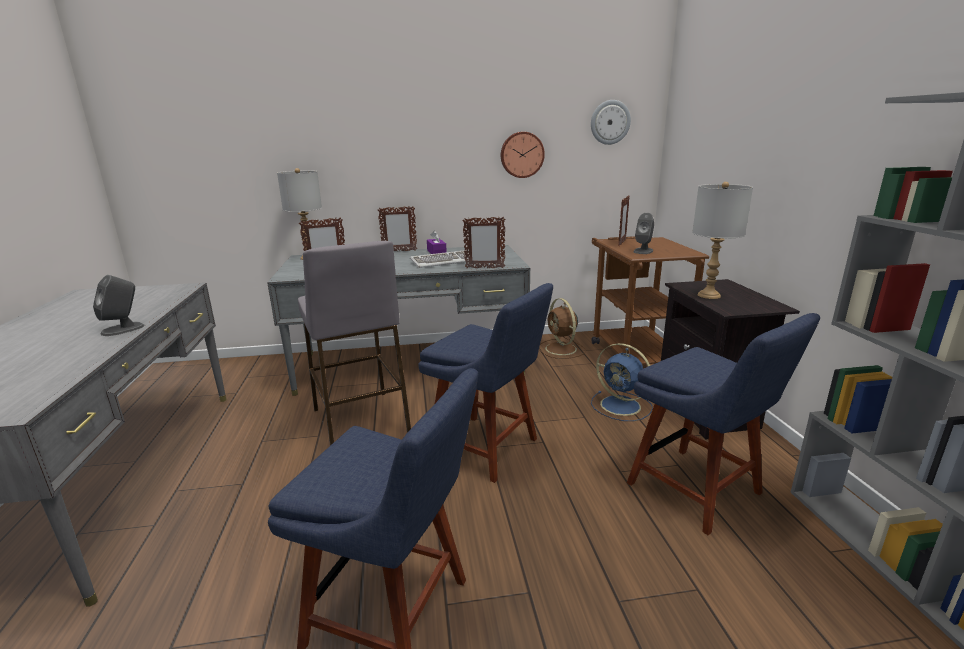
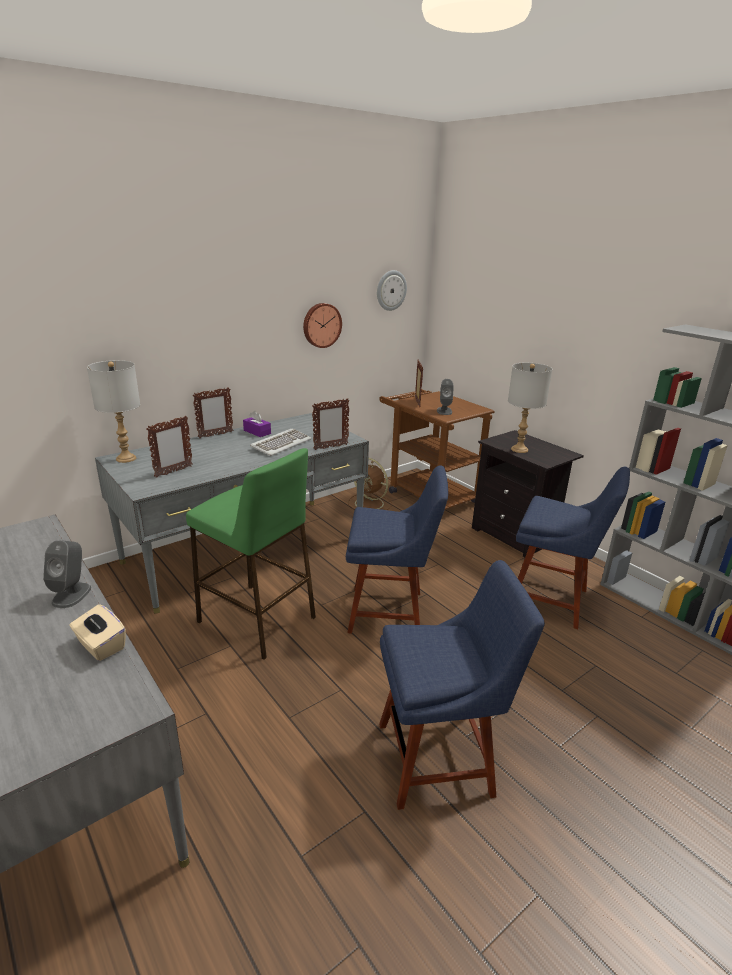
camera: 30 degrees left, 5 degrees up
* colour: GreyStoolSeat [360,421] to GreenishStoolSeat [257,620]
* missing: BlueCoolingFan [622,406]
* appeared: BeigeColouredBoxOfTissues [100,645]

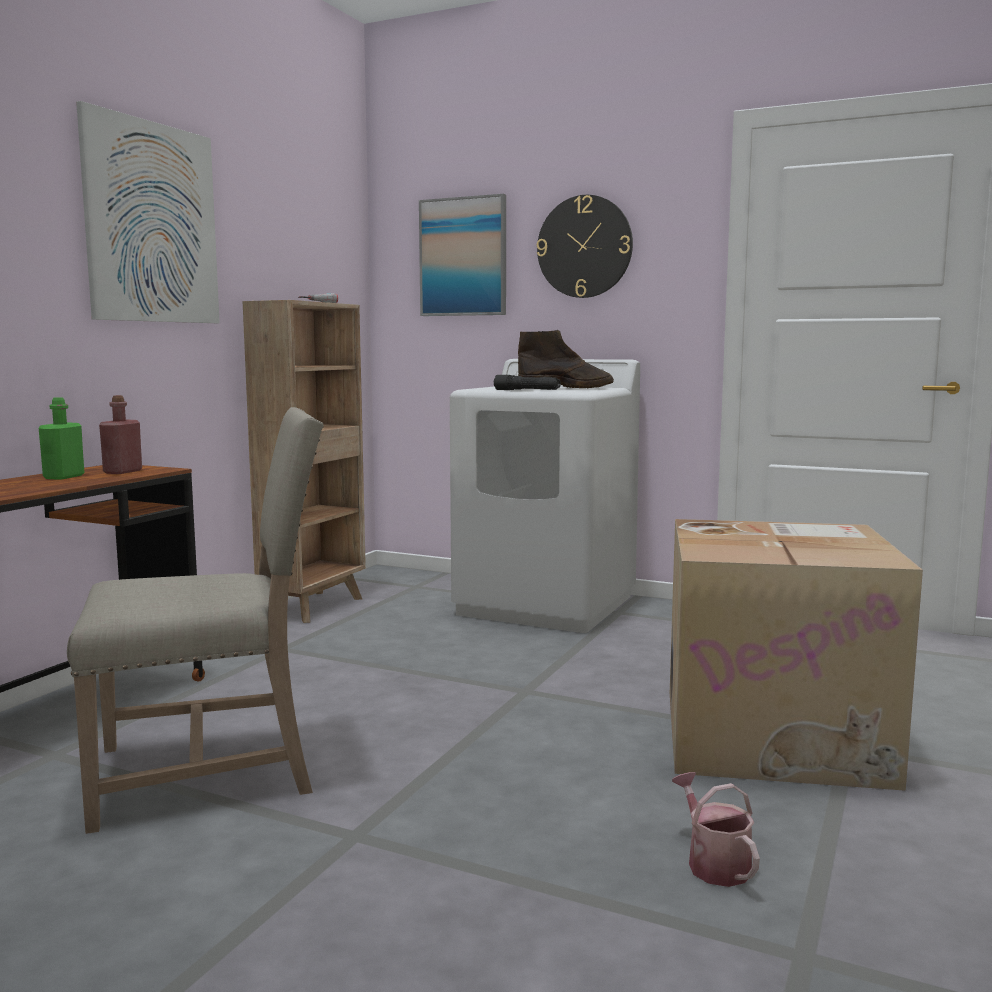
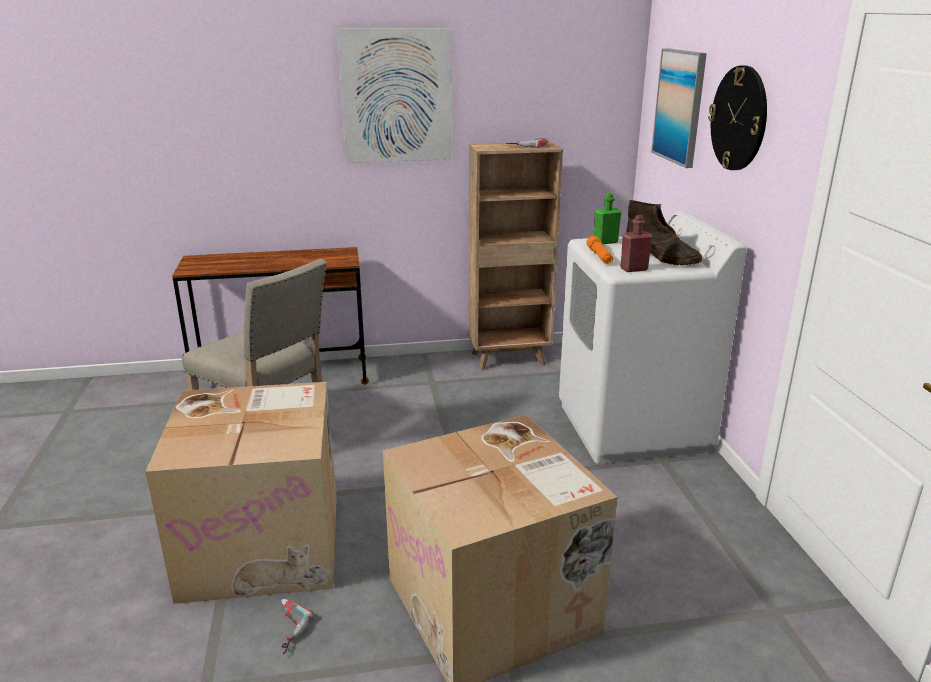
camera: 55 degrees right, 15 degrees up
* colour: BlackTorch [527,390] to OrangeTorch [599,256]
* relocated: RedBeverageBottle [122,471] to [634,269]
* relocated: GreenishBeverageBottle [64,477] to [605,242]
* exchanged: WateringCan [714,863] to PowerDrill [284,628]
* appeared: CardboardBox [265,543]

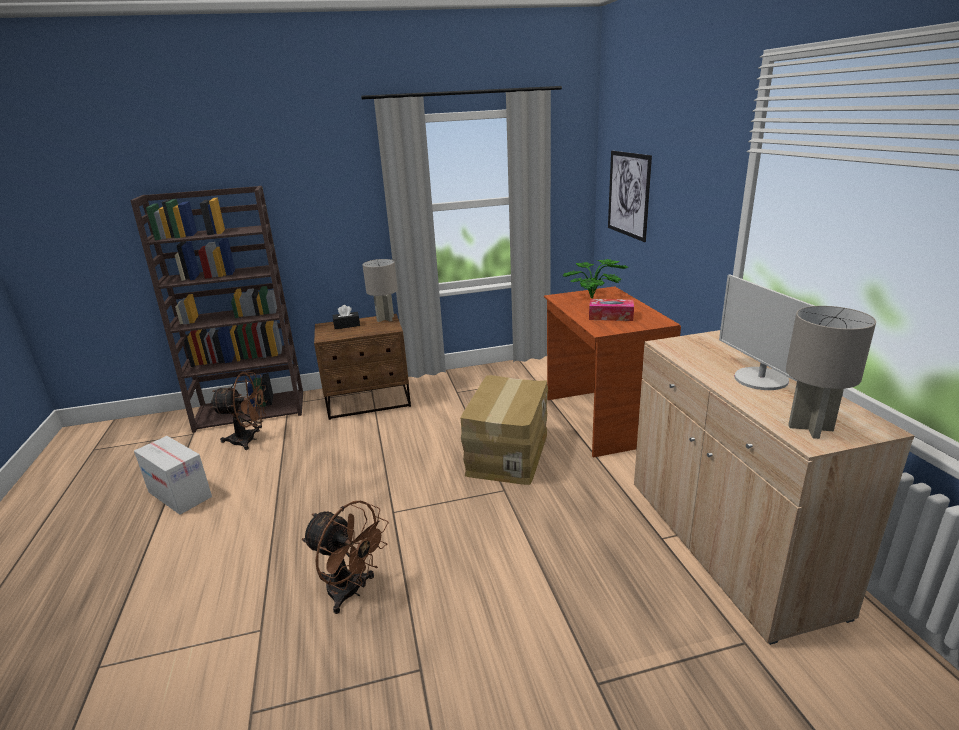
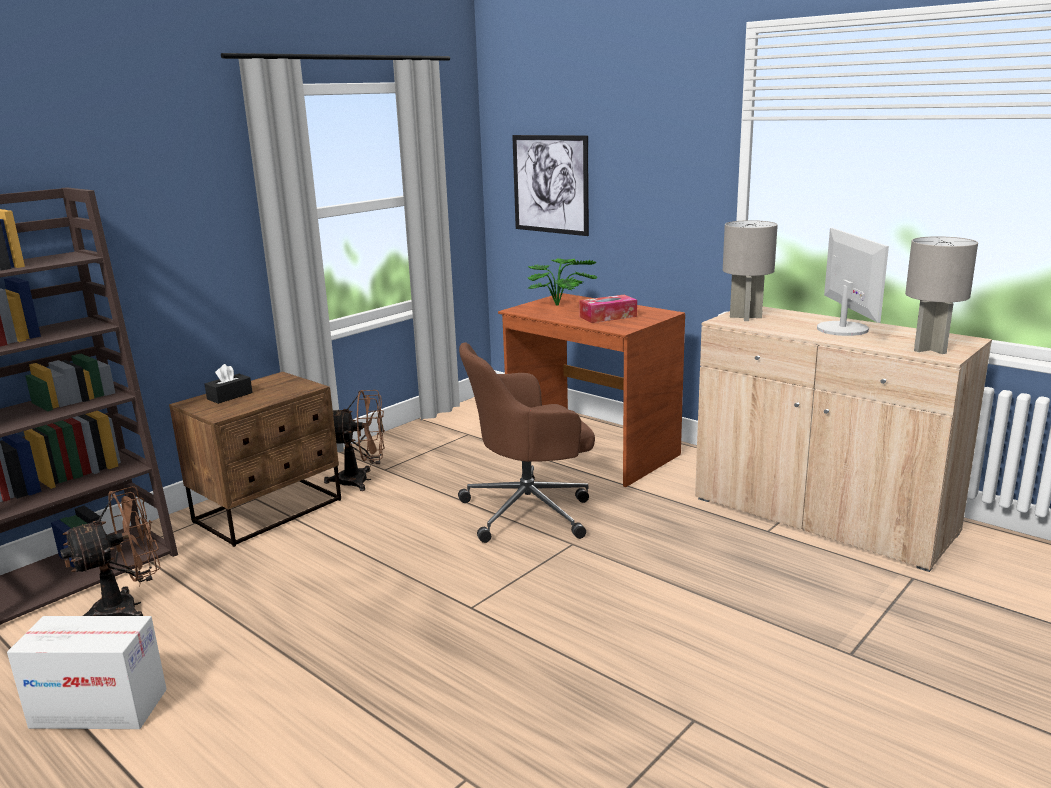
camera: 35 degrees left, 5 degrees down
* relocated: GreyLampForATable [386,319] to [746,317]
* spun: ComputerScreen [760,379] = [843,329] 135 degrees counterclockwise
* exchanged: CardboardBox [506,453] to BrownOfficeChair [530,511]
* relocated: BrownCoolingFan [351,592] to [361,480]

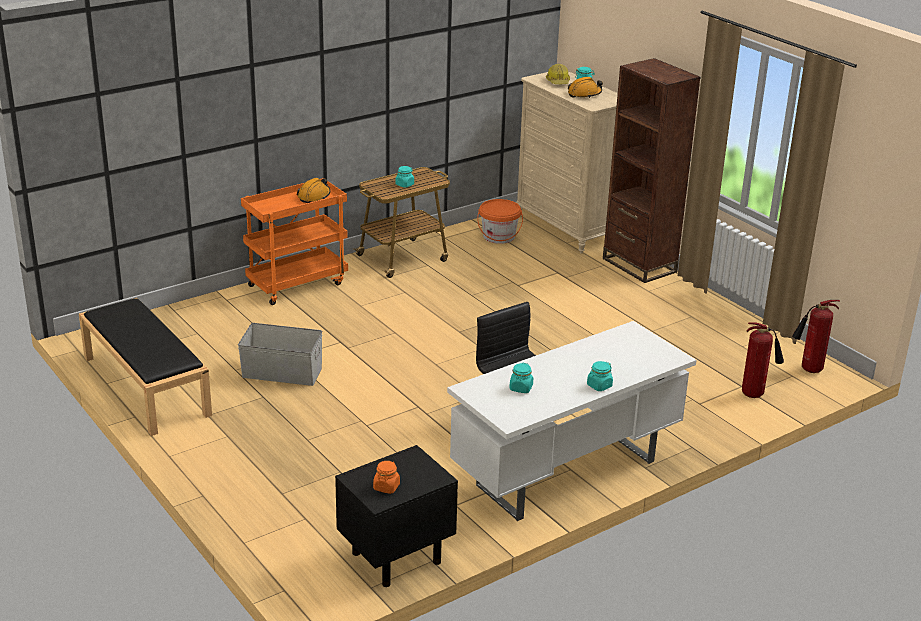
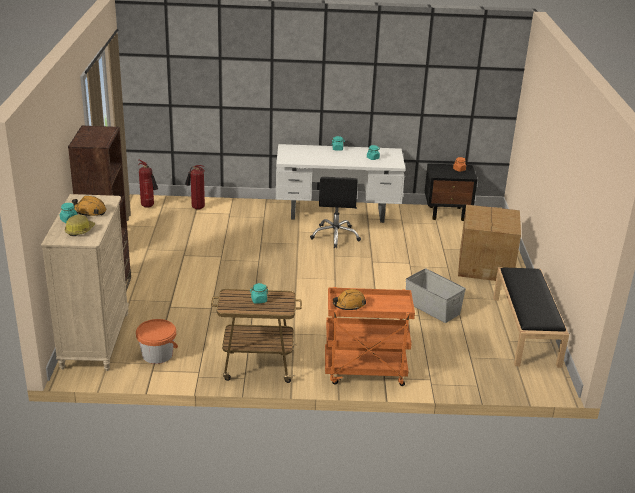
camera: 145 degrees left, 0 degrees up
* appeared: CardboardBox [486,265]

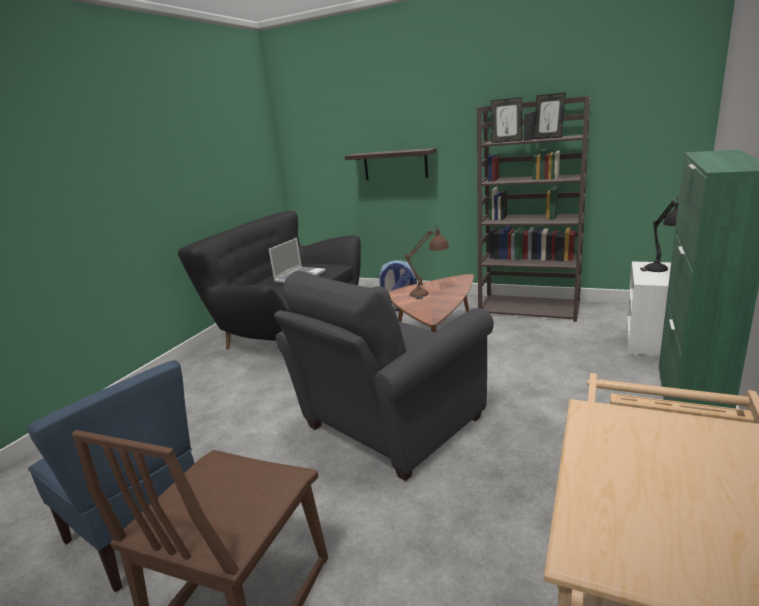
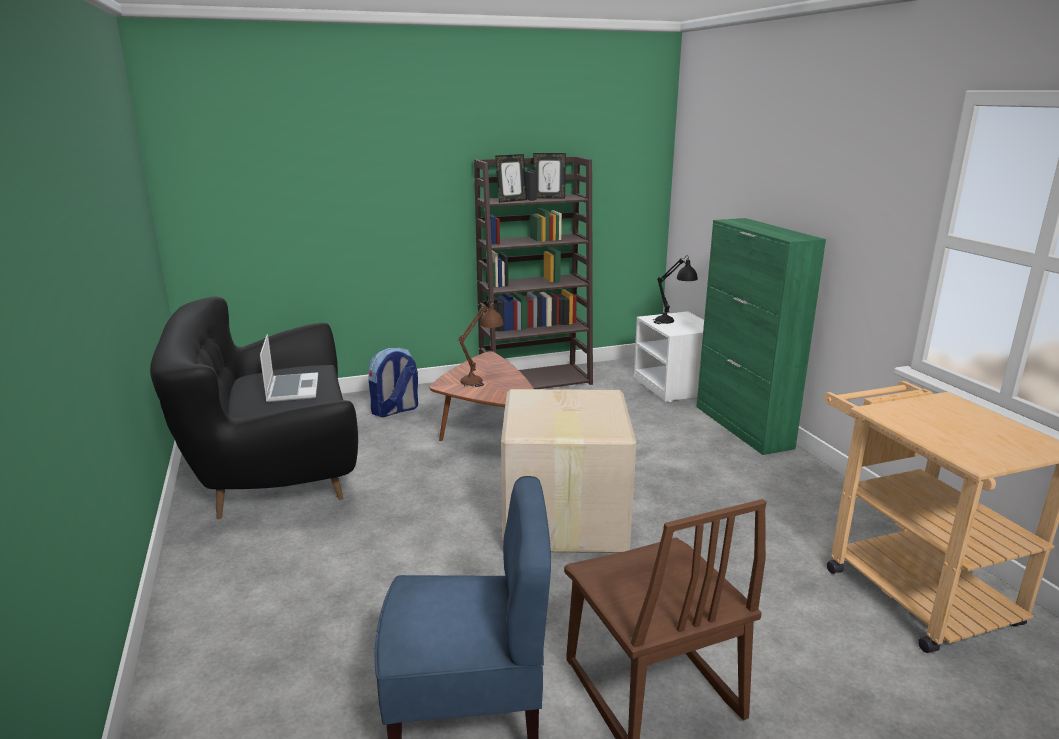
camera: 45 degrees left, 0 degrees up
* missing: BracketShelf [395,164]
* exchanged: GreyEasyChair [388,425] to CardboardBox [562,520]

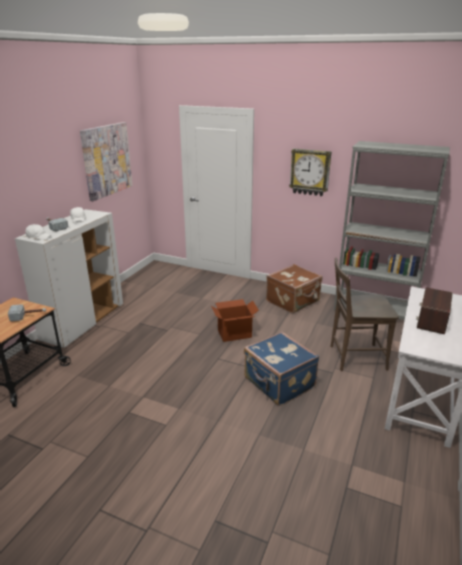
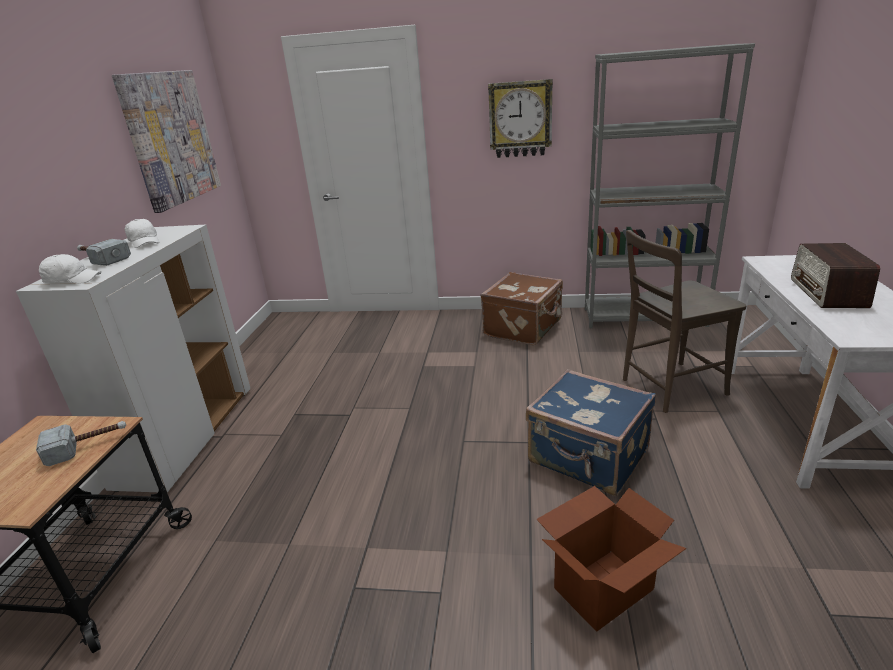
camera: 15 degrees left, 0 degrees up
* relocated: CardboardBox [234,333] to [602,588]

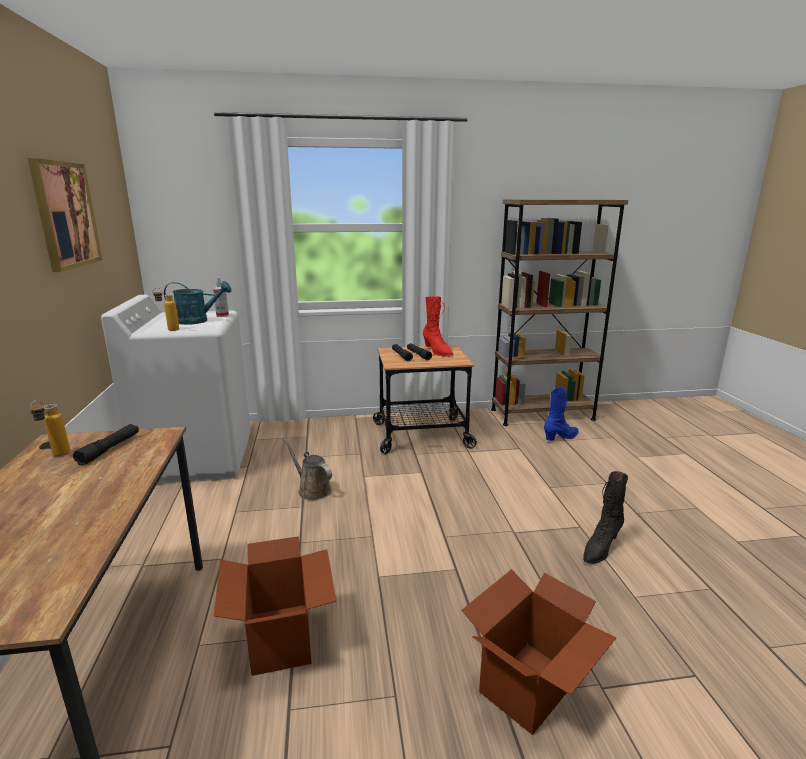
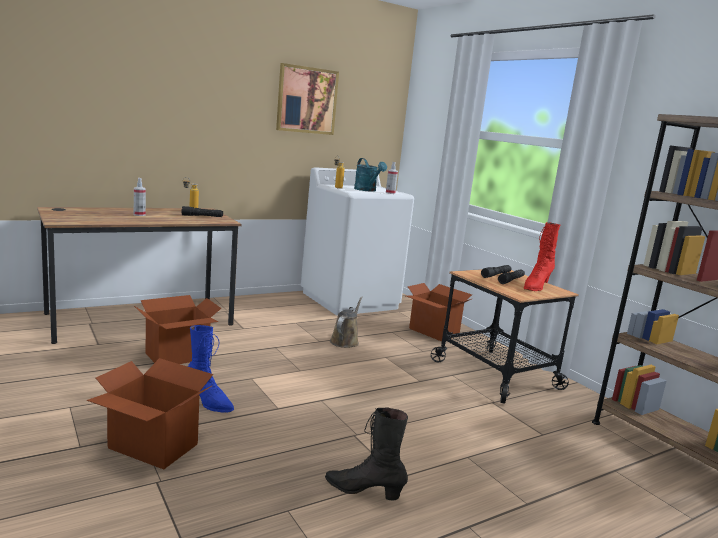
camera: 65 degrees right, 5 degrees down
* relocated: BlueHighTopBoot [561,437] to [208,402]
* appeared: Sprayer [139,214]
* appeared: CardboardBox [433,332]

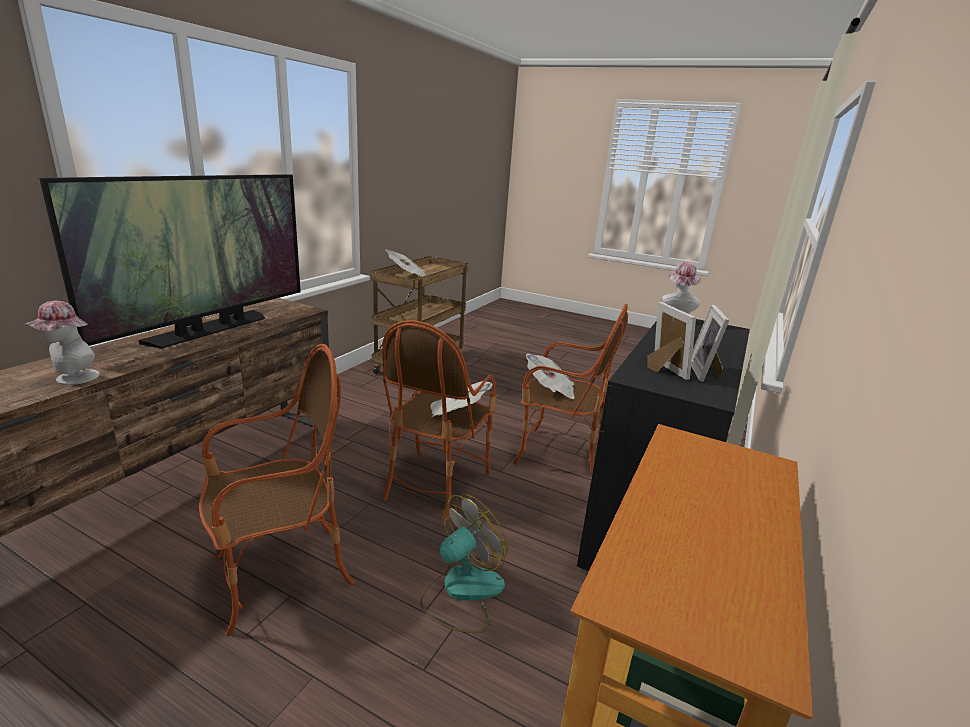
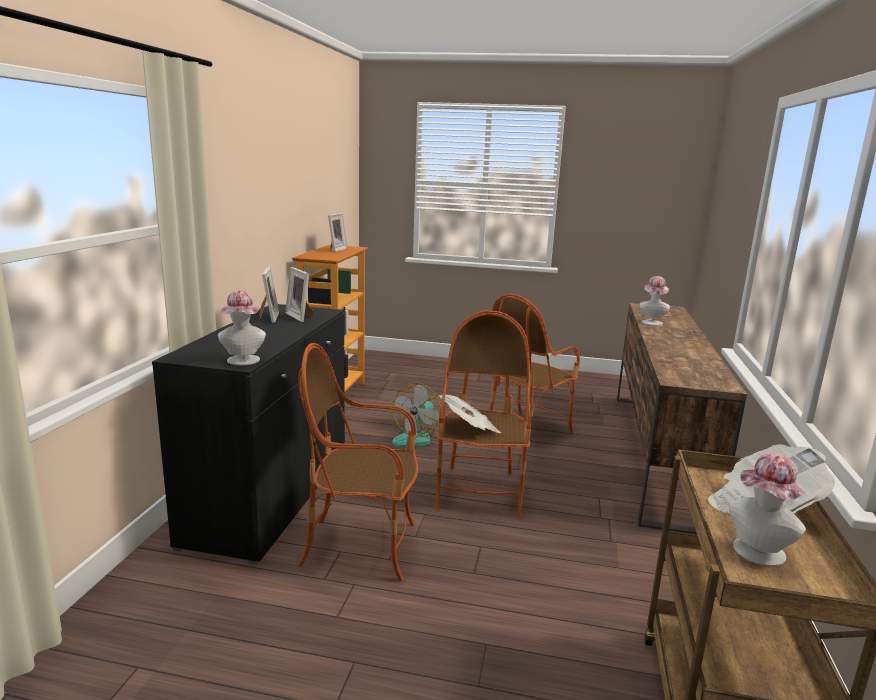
camera: 165 degrees right, 5 degrees down
* missing: Tv [209,329]
* missing: Newspaper [550,389]
* appeared: StandingFrame [335,250]
* appeared: Hat [757,554]

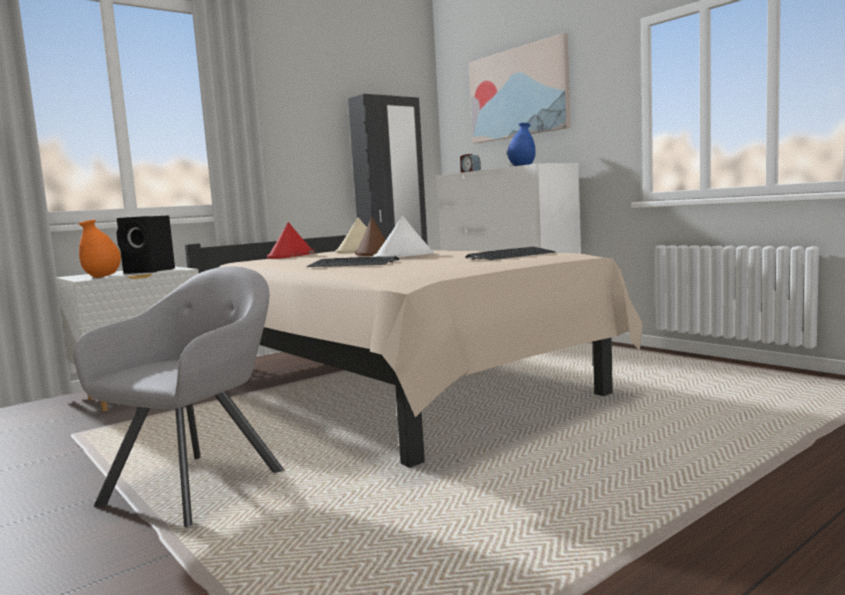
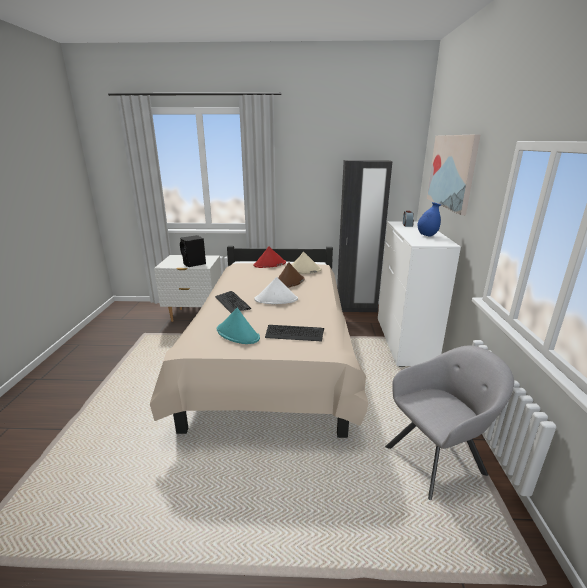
camera: 40 degrees right, 15 degrees up
* missing: OrangeFlowerVase [102,277]
* relocated: GreyEasyChair [200,484] to [438,459]
* appeared: TurquoiseColouredHat [238,334]

